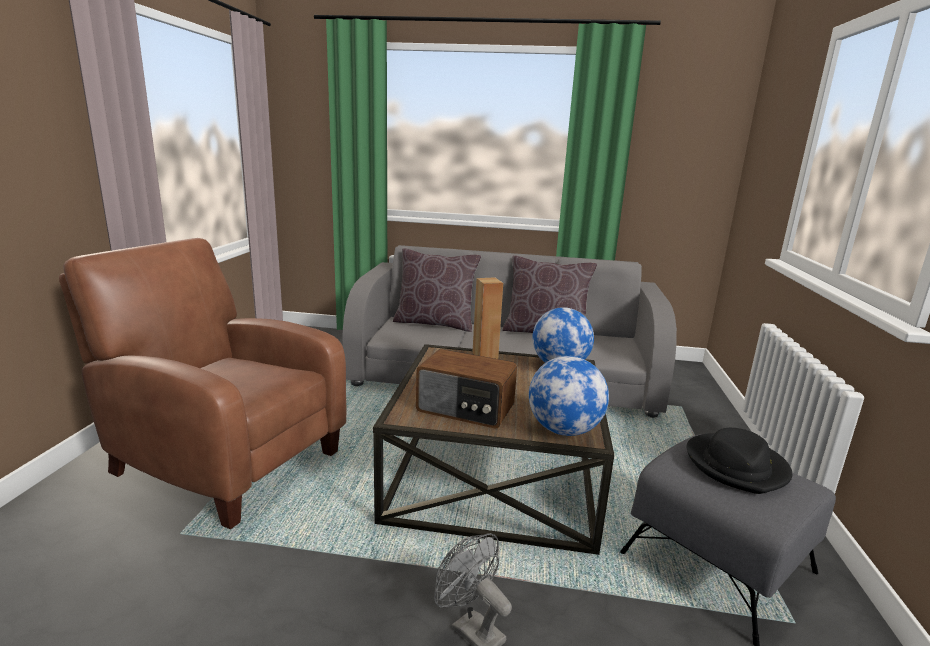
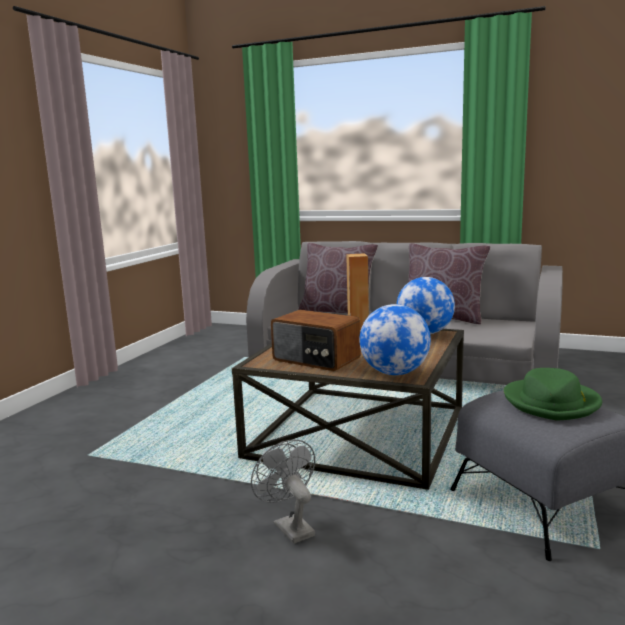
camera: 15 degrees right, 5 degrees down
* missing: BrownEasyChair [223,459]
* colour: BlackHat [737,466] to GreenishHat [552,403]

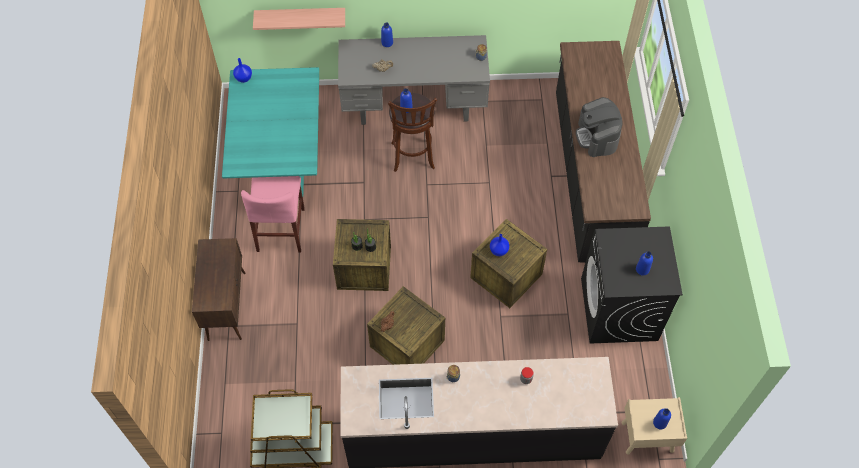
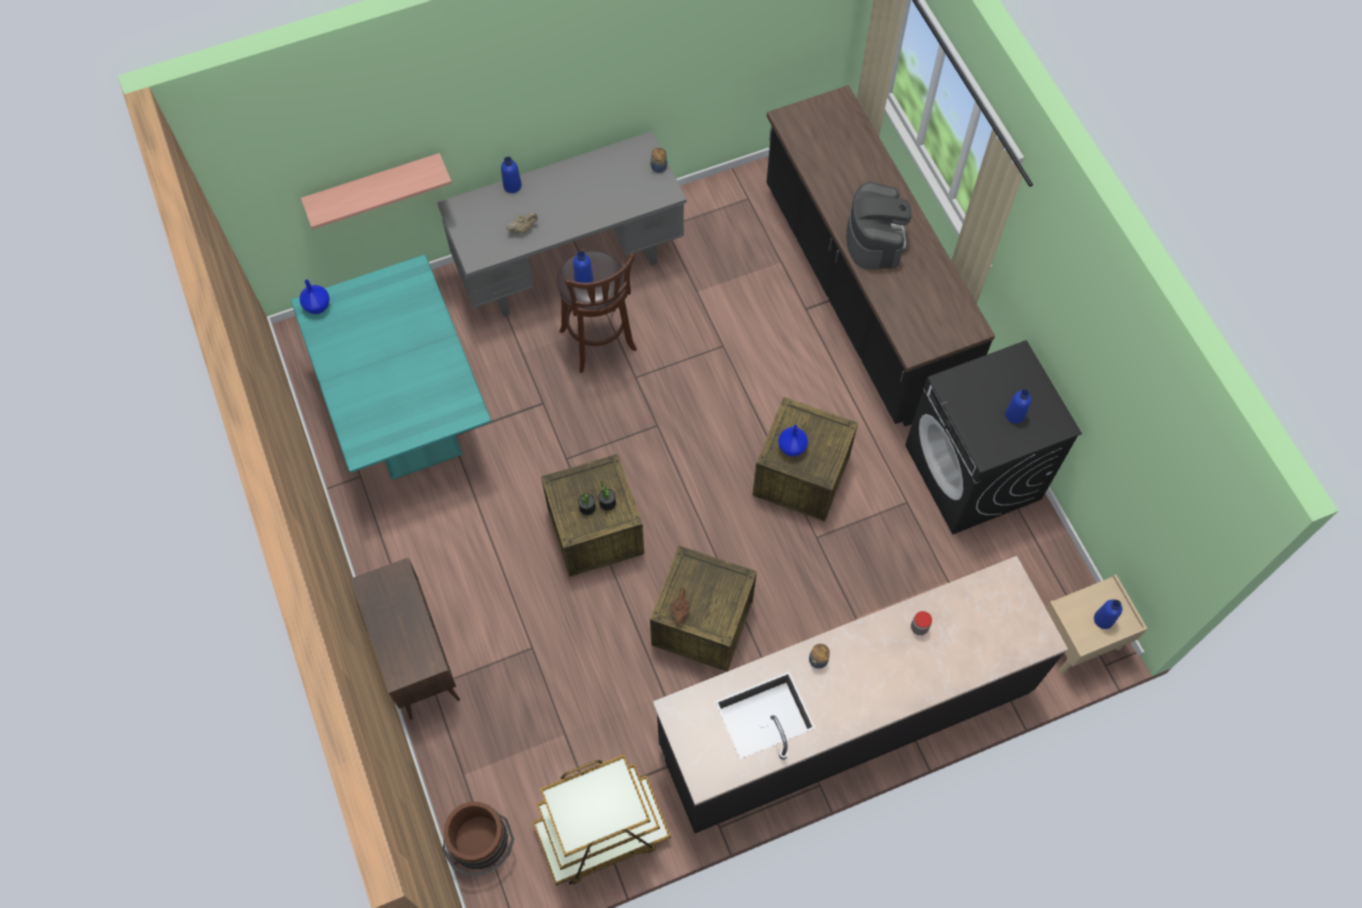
camera: 20 degrees left, 5 degrees up
* spun: CoffeeMachine [597,137] = [875,239] 150 degrees counterclockwise
* missing: PinkColouredUprightChair [281,229]
* appeared: BrownBucket [482,846]

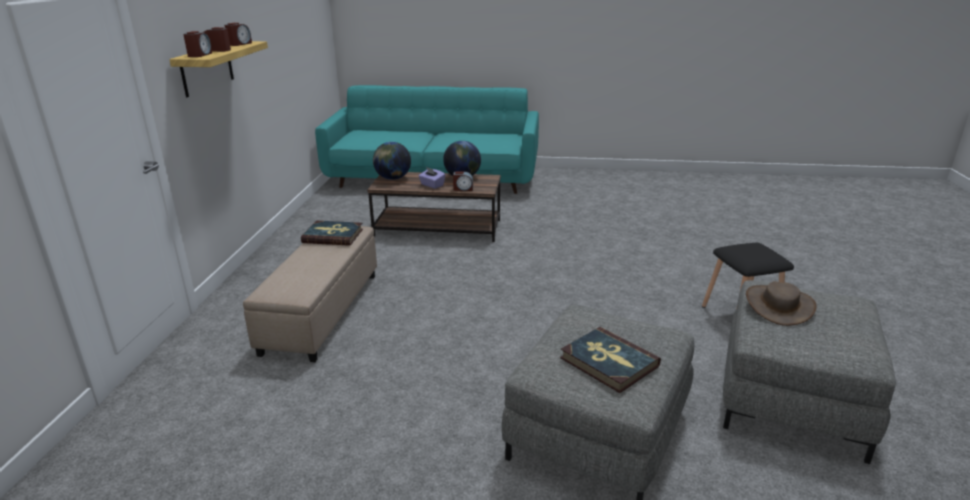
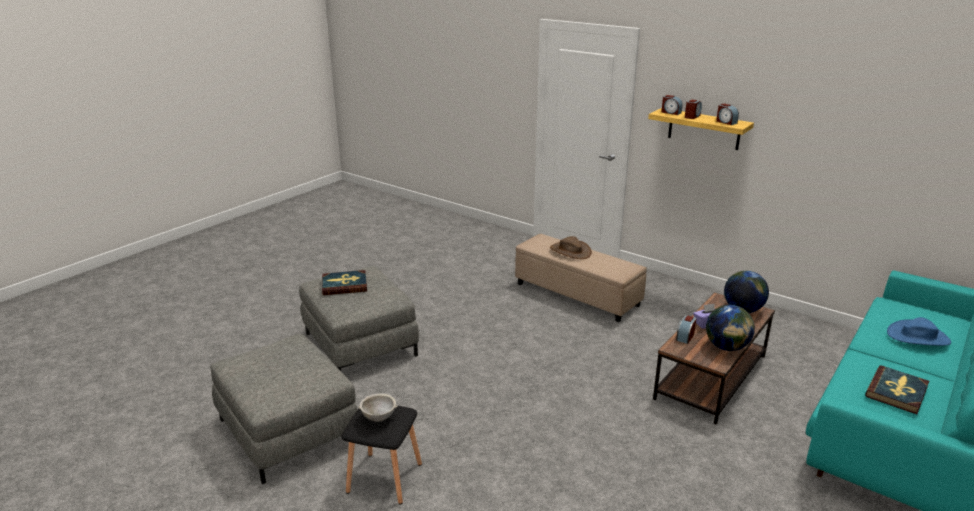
camera: 120 degrees right, 0 degrees up
* relocated: Volume [333,236] to [897,392]
* relocated: BrownHat [779,305] to [570,251]
* appeared: BlueHat [918,336]
* appeared: GreyServingBowl [378,417]

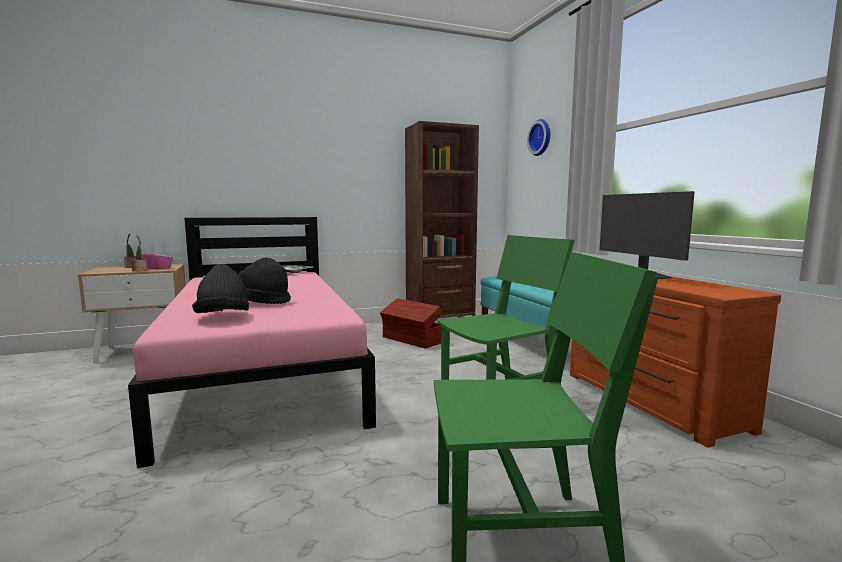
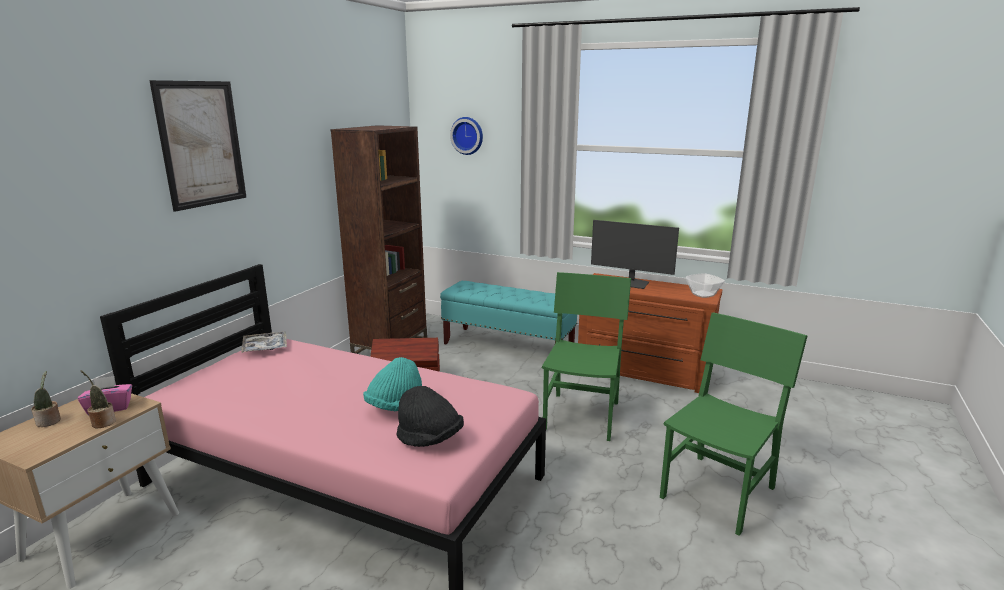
camera: 45 degrees left, 10 degrees up
* colour: BlackHat [260,302] to TurquoiseColouredHat [395,407]
* appeared: WallArt [201,144]
* appeared: ServingBowl [703,294]

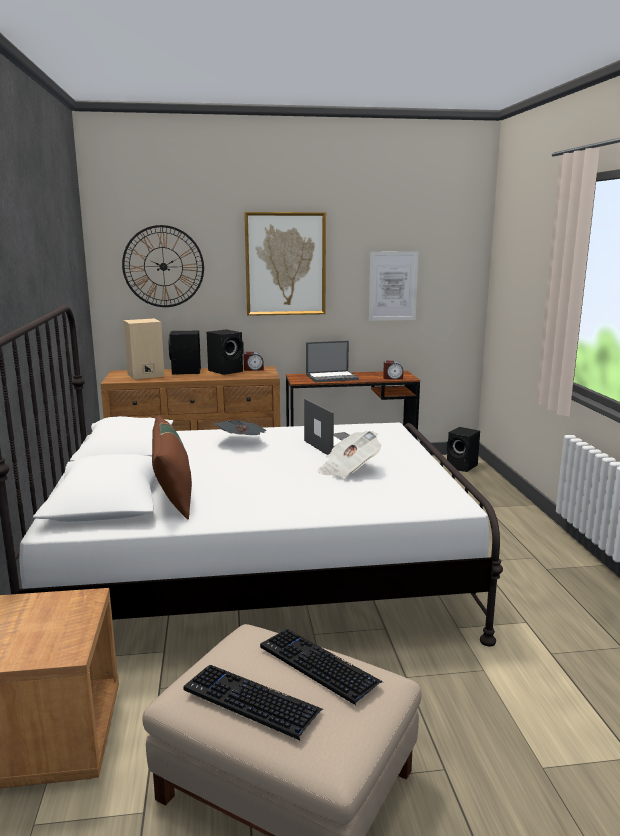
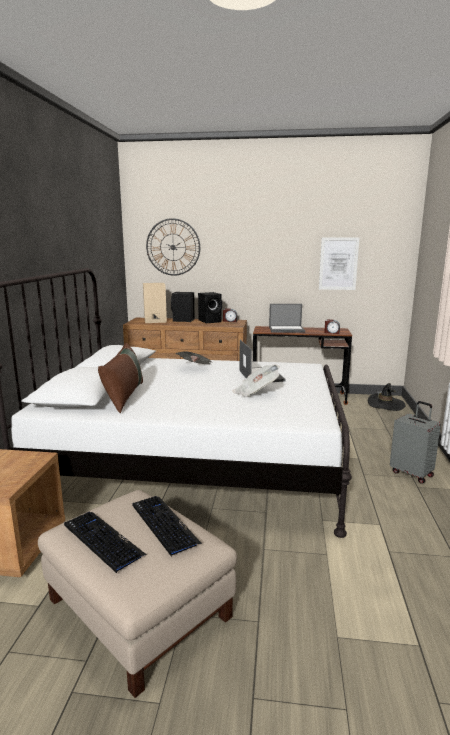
camera: 15 degrees right, 0 degrees up
* missing: WallArt [285,264]
* exchanged: BlackLoudspeaker [462,466] to BlackHat [386,404]
* appeared: GreyPieceOfLuggage [412,473]

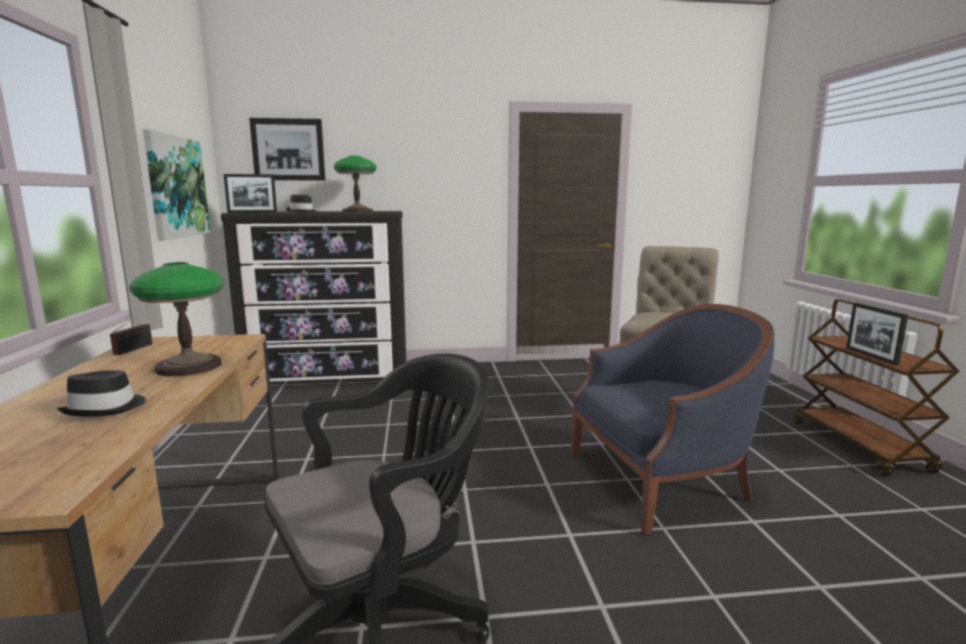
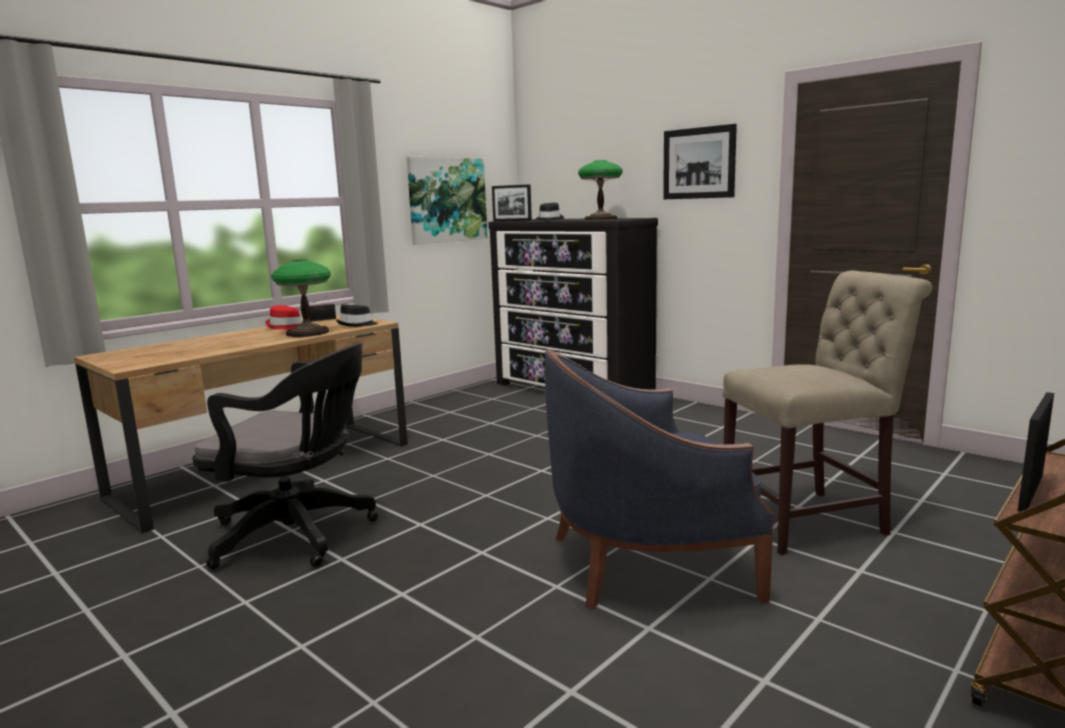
camera: 50 degrees right, 0 degrees up
* relocated: WallArt [288,149] to [698,163]
* spun: BlueEasyChair [661,481] = [647,561] 135 degrees clockwise
* relocated: BlackHat [106,408] to [357,325]
* appeared: RedHat [286,327]

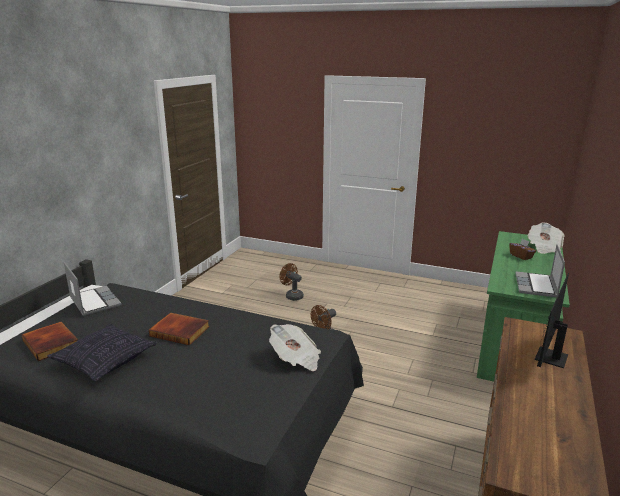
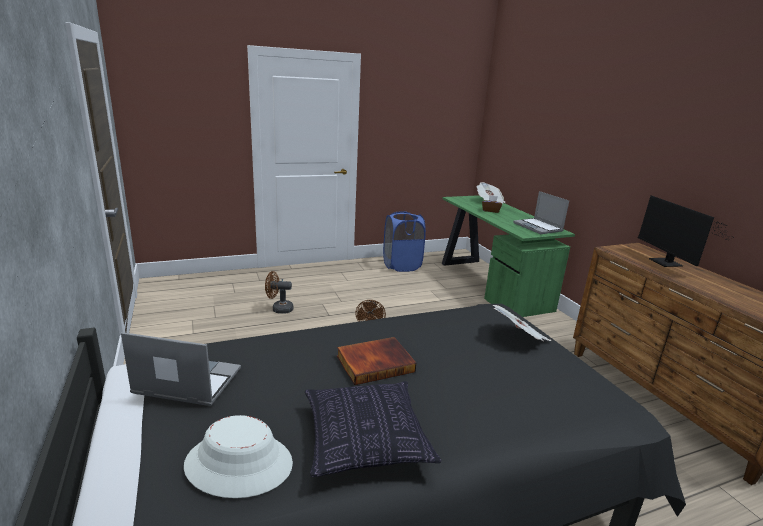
camera: 45 degrees left, 0 degrees up
* exchanged: Volume [52,343] to WhitishHat [239,464]
* appeared: BlueHamper [402,266]

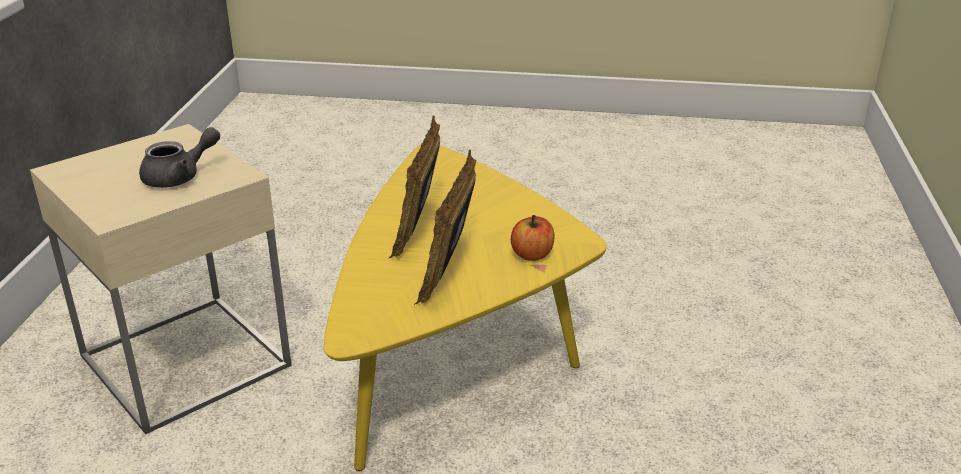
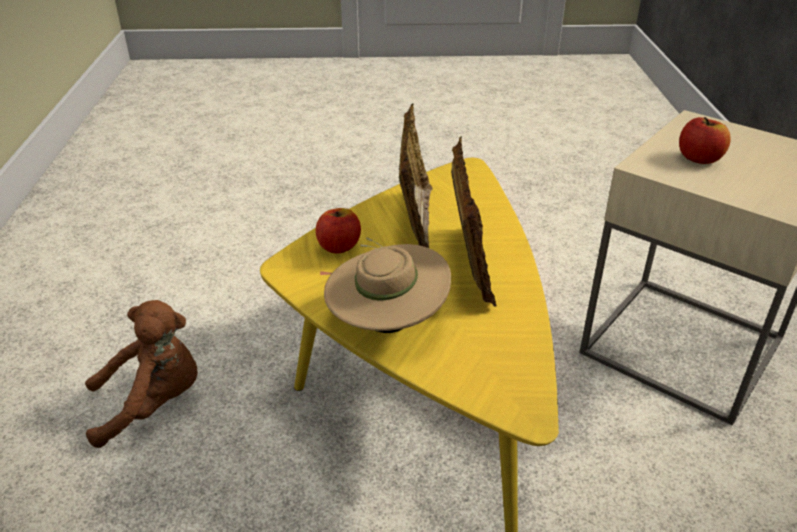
camera: 170 degrees right, 5 degrees up
* exchanged: GreyPotForTea [180,177] to WholeApple [699,159]
* appeared: BeigeColouredHat [387,323]
* appeared: BrownPlushToy [153,403]

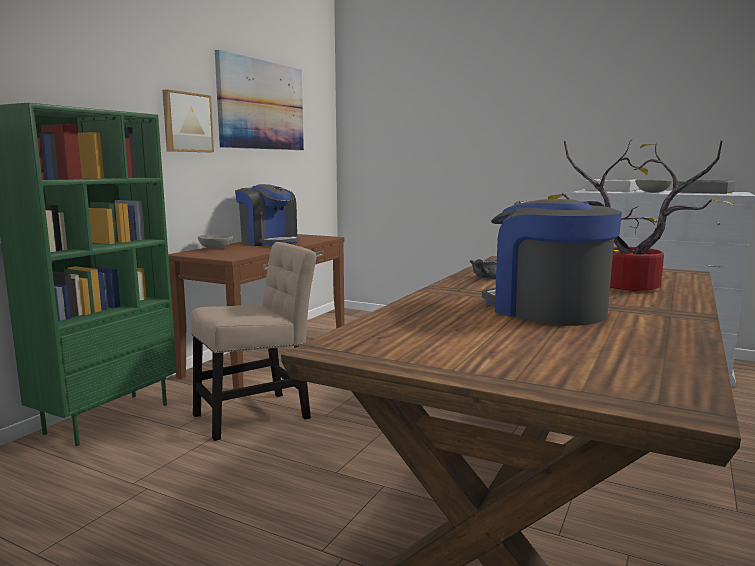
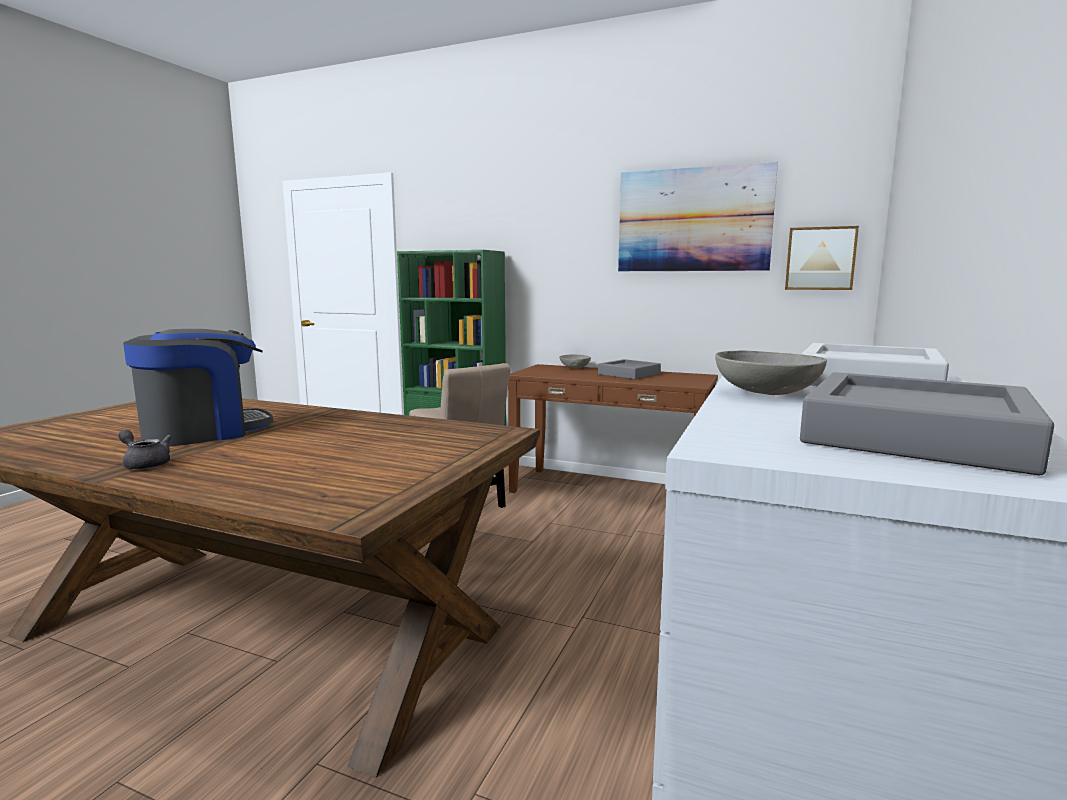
camera: 85 degrees right, 0 degrees up
* relocated: WallArt [186,122] to [820,258]
* missing: PlantInAPot [623,287]
* exchanged: CoffeeMachine [269,242] to GreyTray [629,374]
* relocated: GreyPotForTea [486,278] to [145,464]

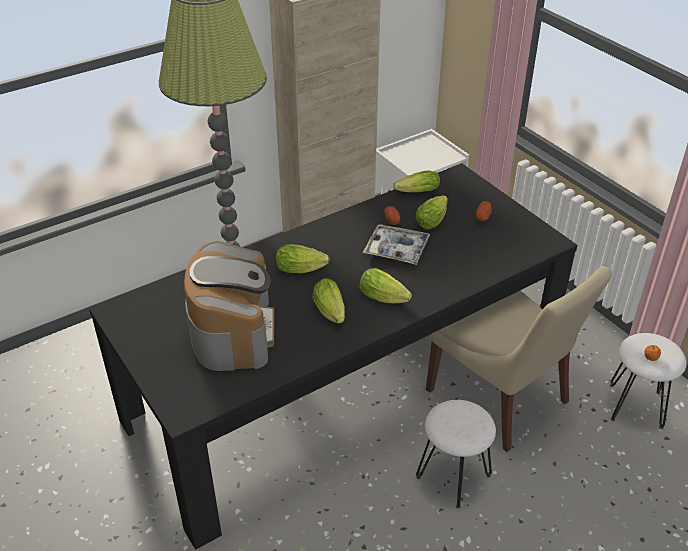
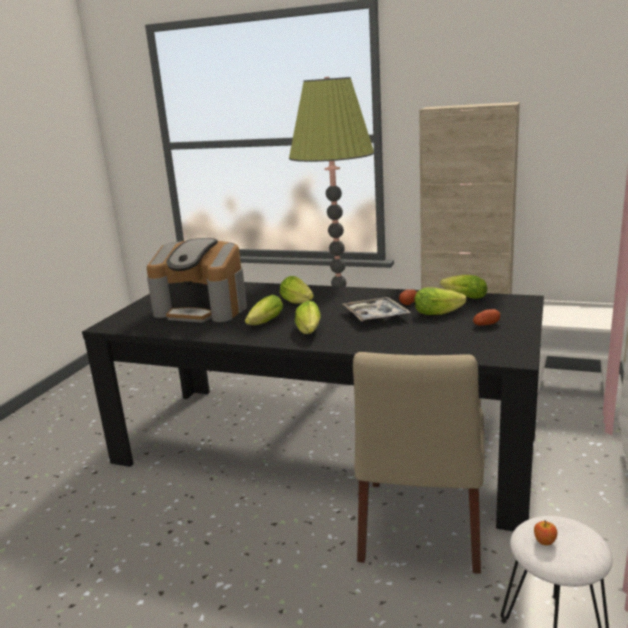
camera: 55 degrees right, 20 degrees down
* spun: CoffeeMachine [233,330] = [202,309] 60 degrees clockwise
* missing: WhitishStoolSeat [453,476]

